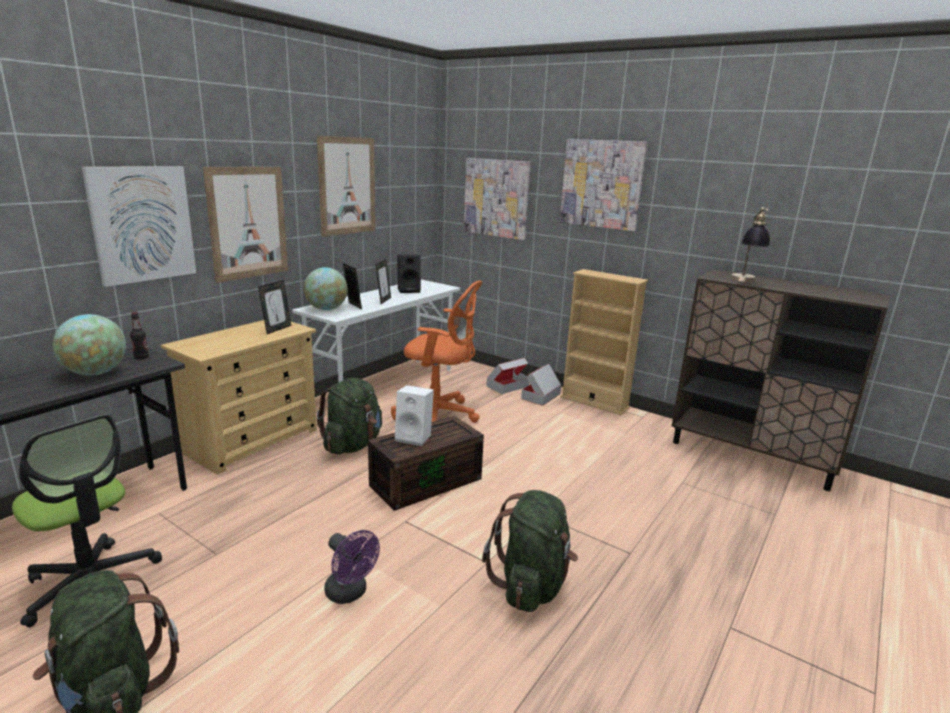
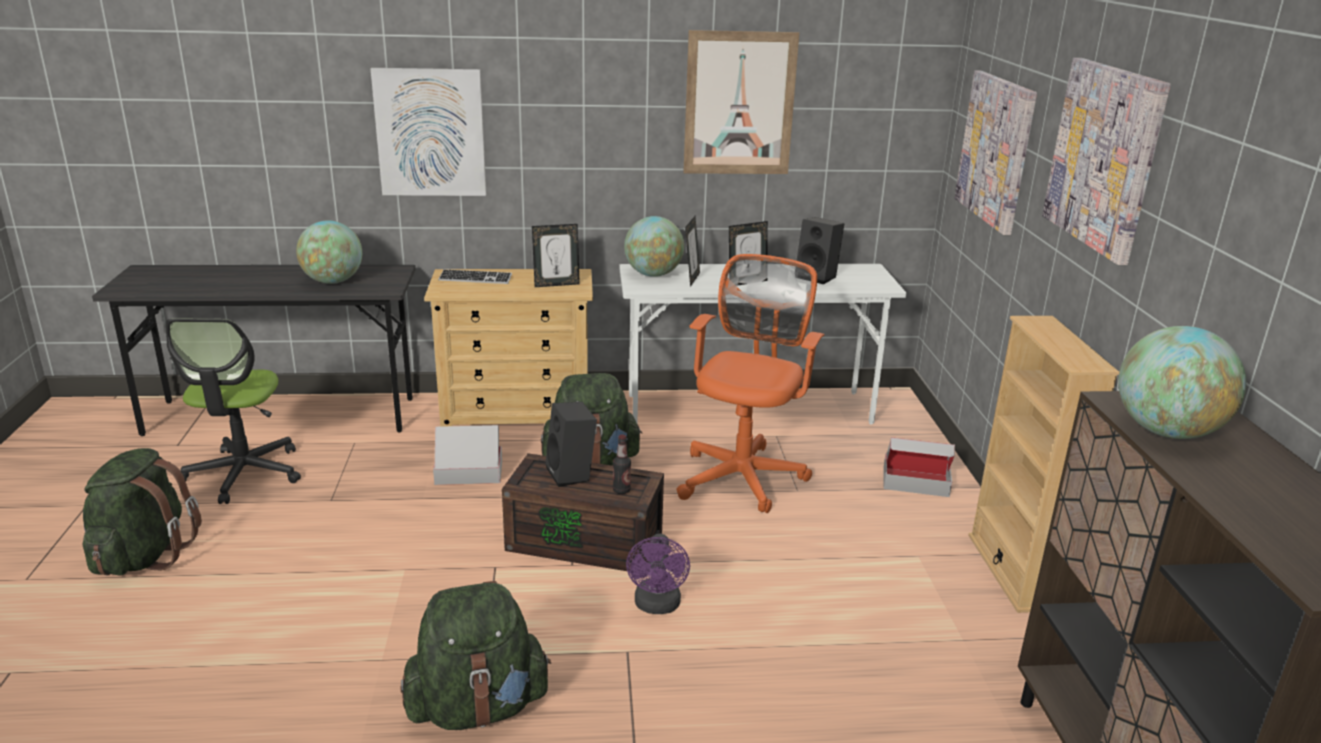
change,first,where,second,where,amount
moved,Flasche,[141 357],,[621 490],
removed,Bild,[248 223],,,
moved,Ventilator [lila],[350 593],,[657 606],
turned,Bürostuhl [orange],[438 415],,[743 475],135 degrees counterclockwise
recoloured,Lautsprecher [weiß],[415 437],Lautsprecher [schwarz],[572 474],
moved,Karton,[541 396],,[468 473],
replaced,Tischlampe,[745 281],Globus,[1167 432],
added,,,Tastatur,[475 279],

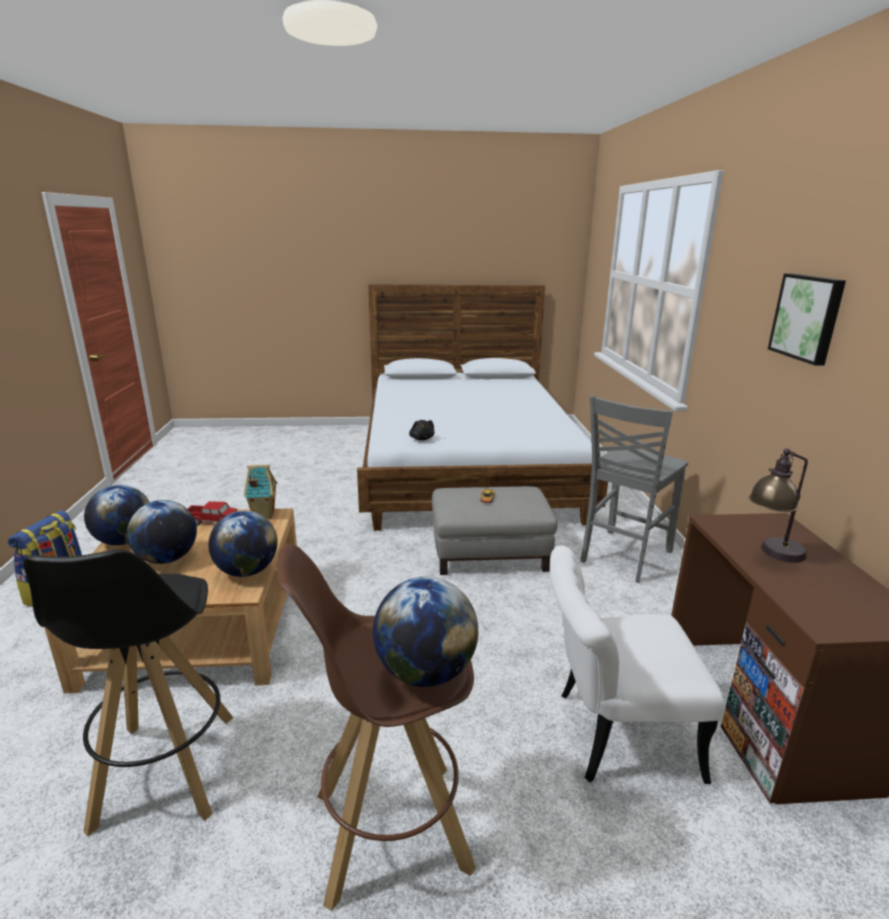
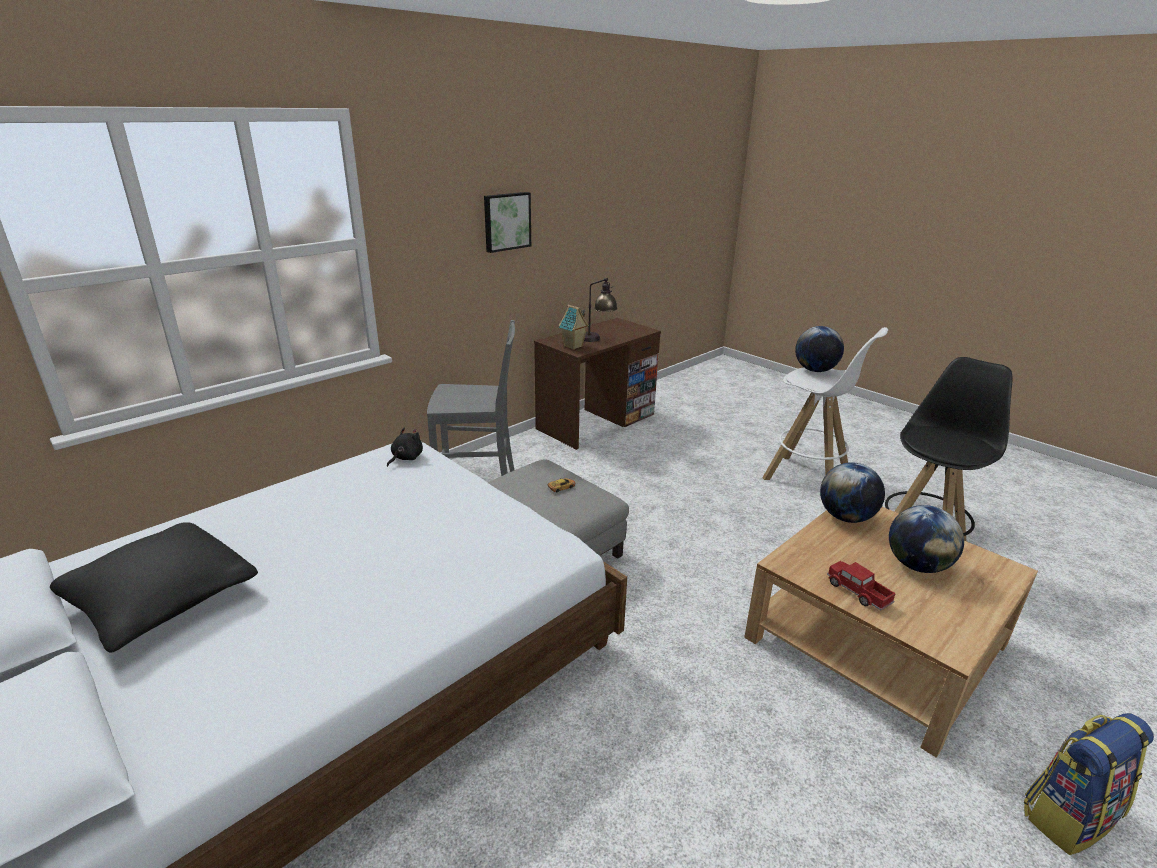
change,first,where,second,where,amount
removed,Globus,[124 541],,,
moved,Spielzeughaus,[263 514],,[573 346],
recoloured,Hocker [braun],[389 830],Hocker [weiß],[808 478],
moved,Plüschtier [schwarz],[421 439],,[405 458],
removed,Stuhl [weiß],[611 734],,,
added,,,Kissen [schwarz],[162 599],

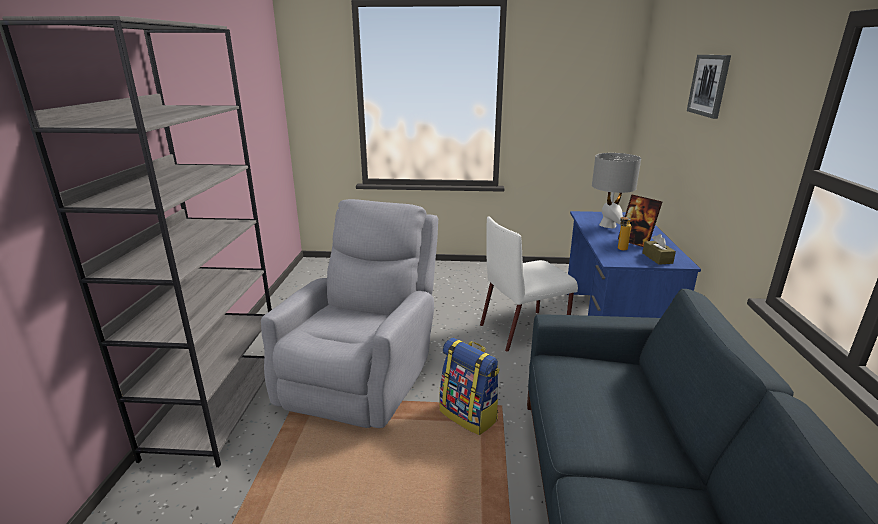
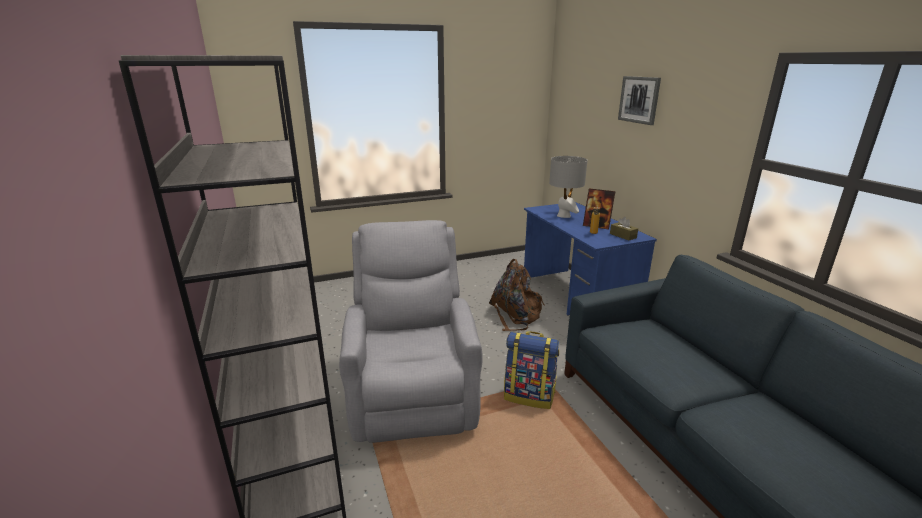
change,first,where,second,where,amount
replaced,Stuhl [weiß],[524 330],Rucksack [braun],[516 315],

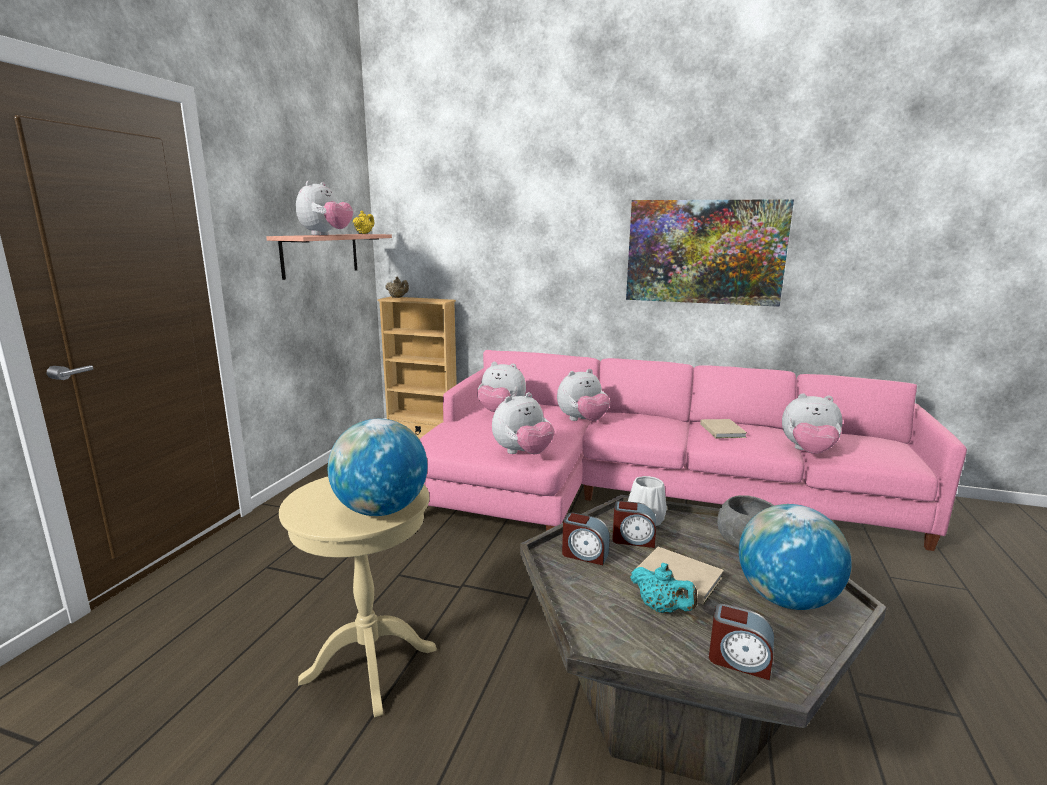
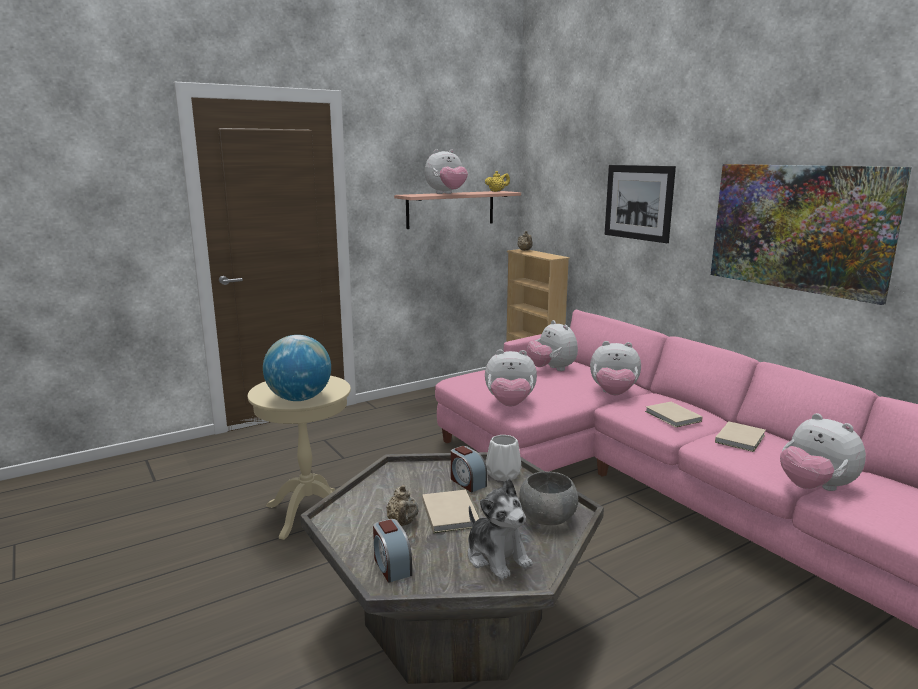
change,first,where,second,where,amount
removed,Wecker,[584 554],,,
recoloured,Teekanne [türkis],[661 609],Teekanne [beige],[402 523],
replaced,Globus,[785 599],Plüschtier,[497 557],
added,,,Bild,[638 202],
added,,,Buch [beige],[673 417],

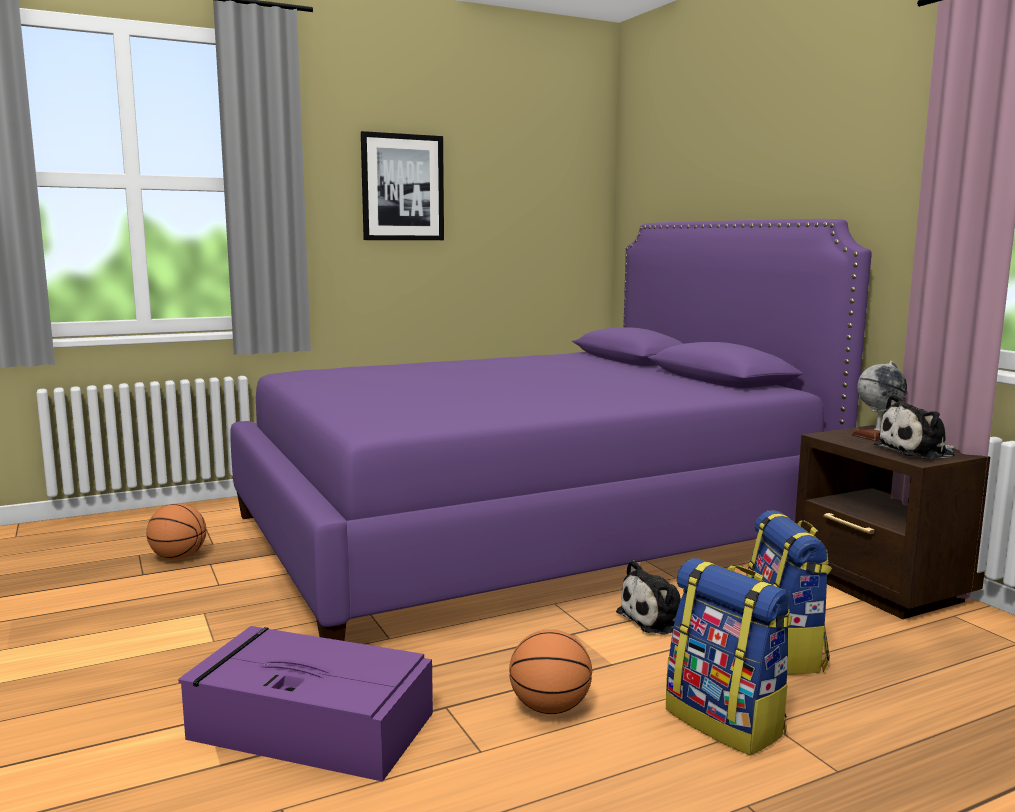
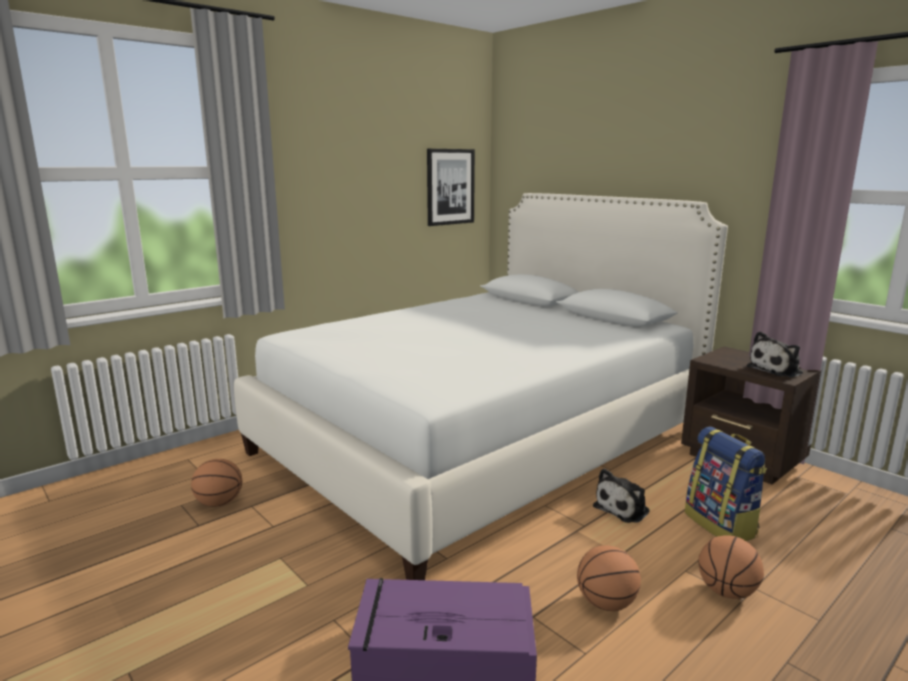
change,first,where,second,where,amount
recoloured,Bett [lila],[526 532],Bett [weiß],[481 442],
moved,Bild,[402 187],,[450 187],
replaced,Rucksack,[726 721],Basketball,[726 592],
removed,Globus,[877 435],,,

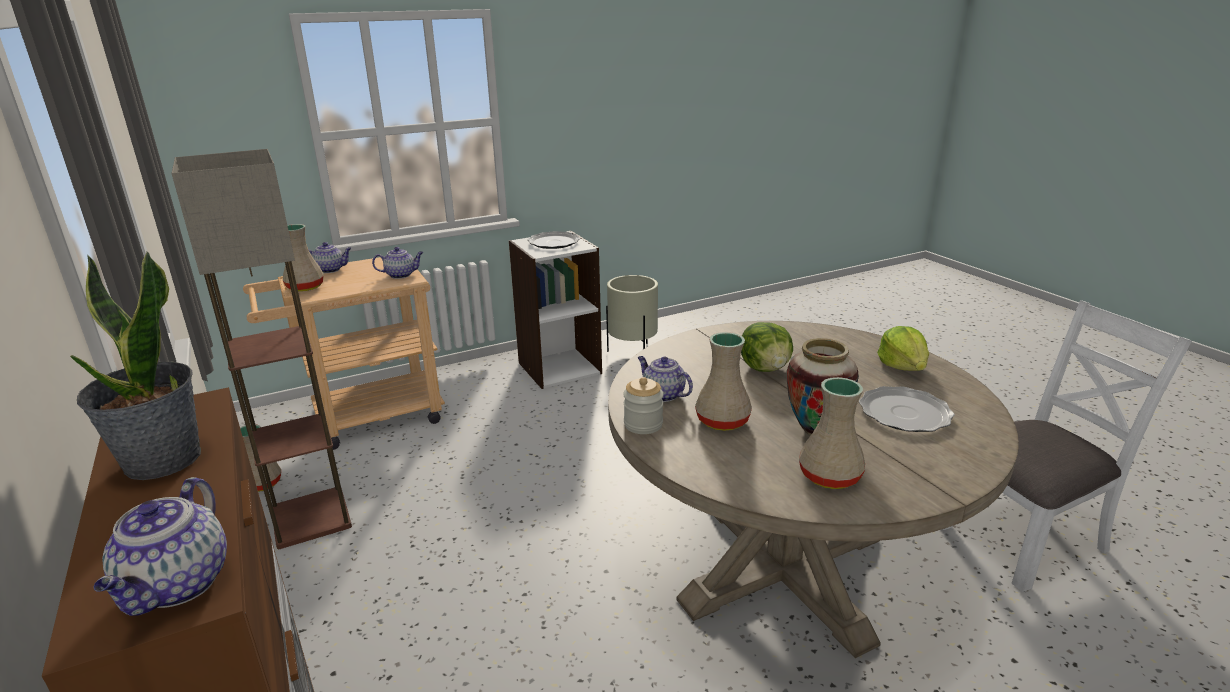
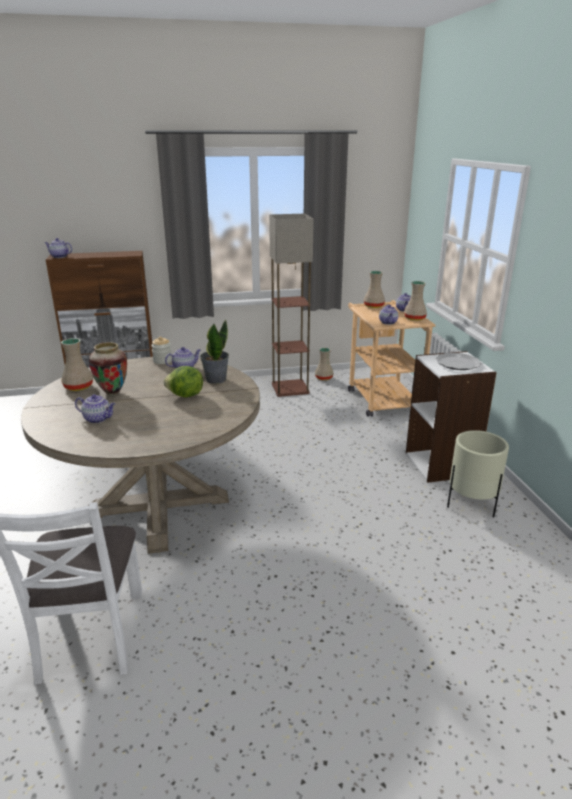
change,first,where,second,where,amount
moved,Topfpflanze,[162 460],,[215 379],
moved,Vase [beige],[721 421],,[414 318],
replaced,Teller,[904 413],Teekanne,[98 419],
removed,Salatkopf,[903 366],,,

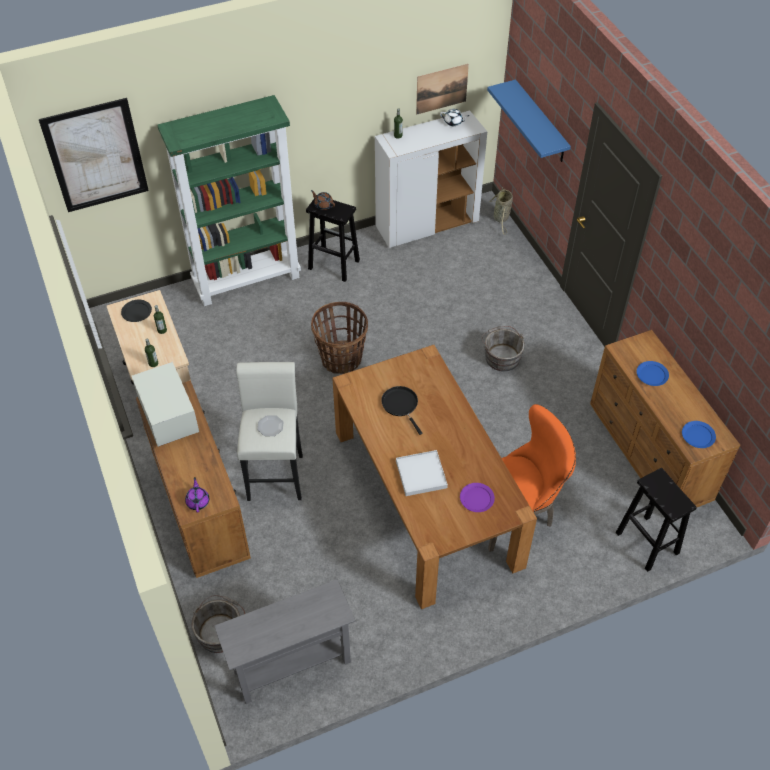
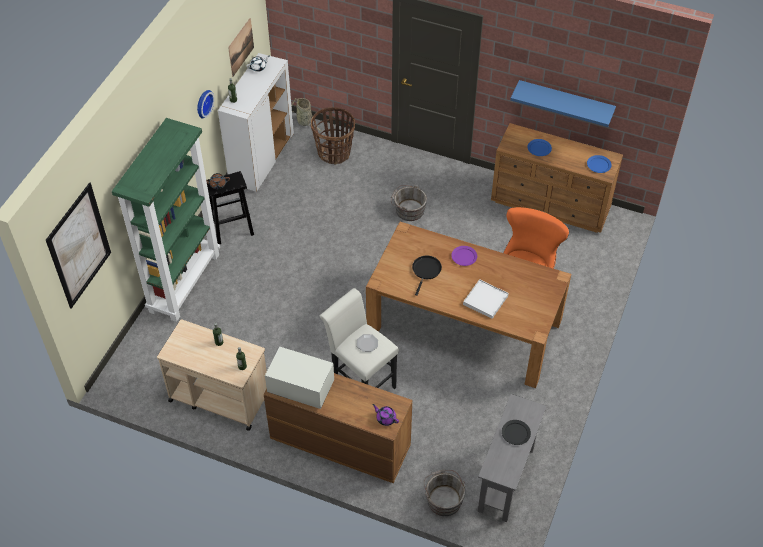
change,first,where,second,where,amount
moved,Teller [schwarz],[136 312],,[515 433],
moved,Korb,[341 358],,[334 153],
turned,Pfanne [schwarz],[401 405],,[426 271],90 degrees clockwise
moved,Teller [lila],[477 498],,[464 256],
moved,Wandregal [blau],[540 122],,[565 101],
removed,Hocker [schwarz],[646 542],,,
added,,,Wanduhr,[203 103],

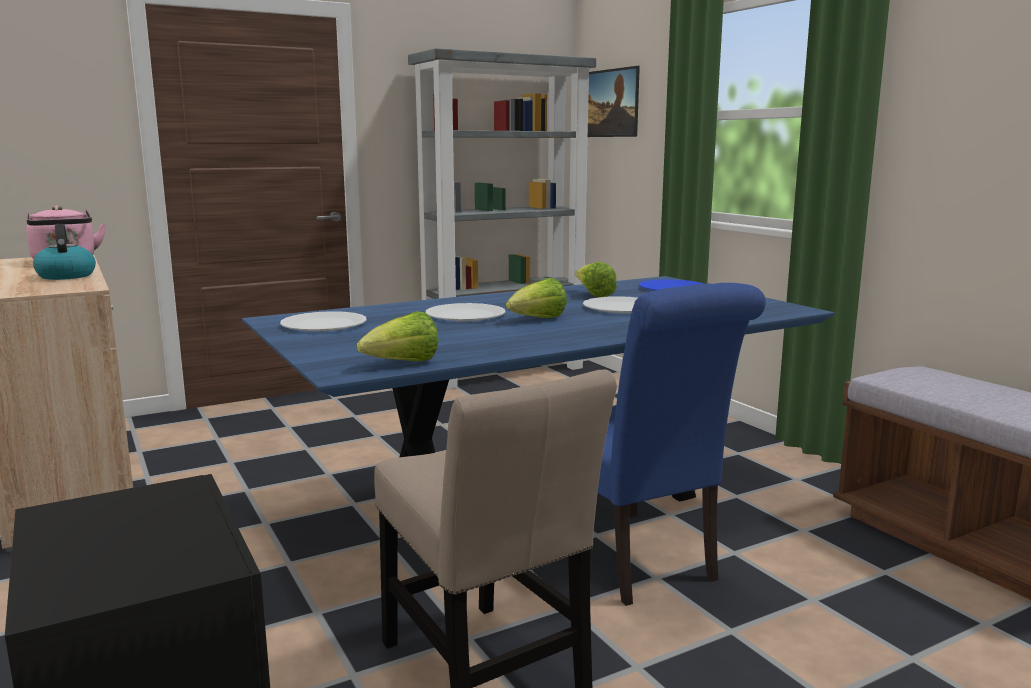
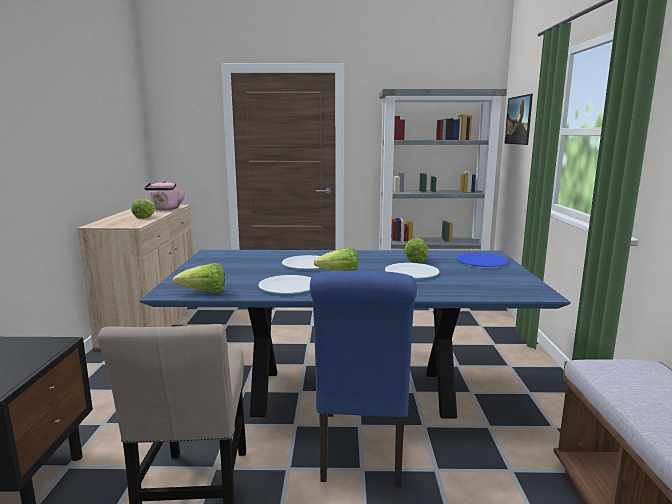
change,first,where,second,where,amount
replaced,Wasserkessel,[66 276],Salatkopf,[145 217],
moved,Teller [weiß],[324 324],,[288 286],

